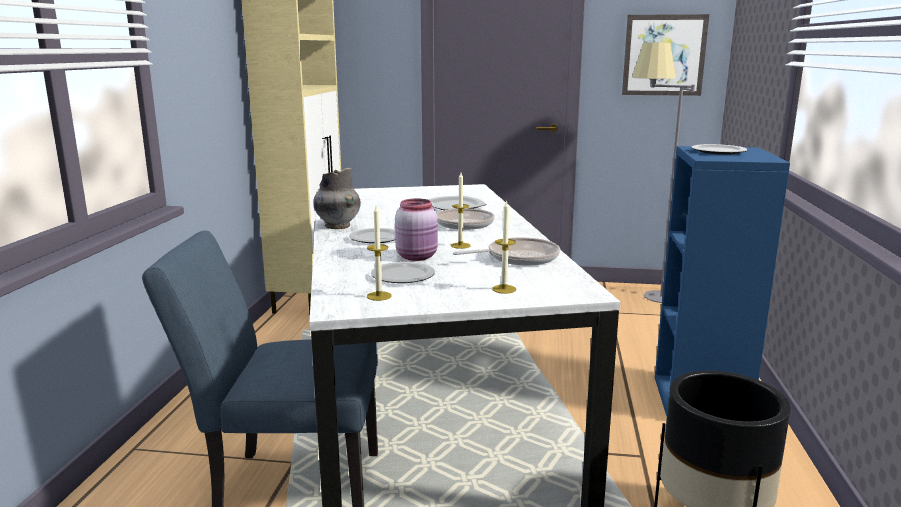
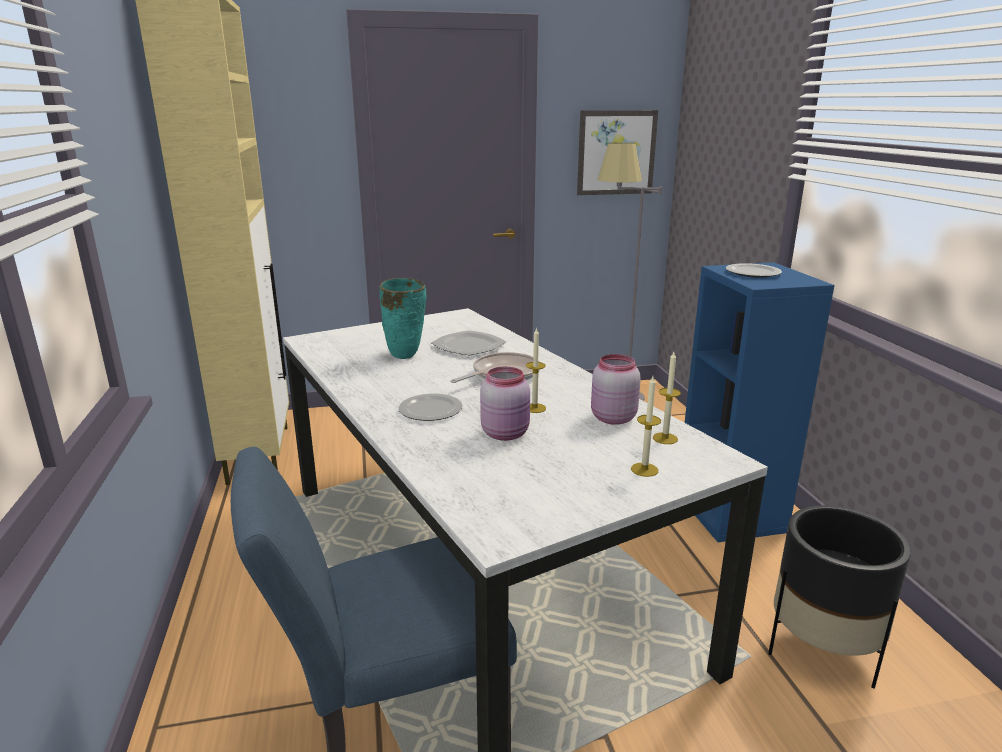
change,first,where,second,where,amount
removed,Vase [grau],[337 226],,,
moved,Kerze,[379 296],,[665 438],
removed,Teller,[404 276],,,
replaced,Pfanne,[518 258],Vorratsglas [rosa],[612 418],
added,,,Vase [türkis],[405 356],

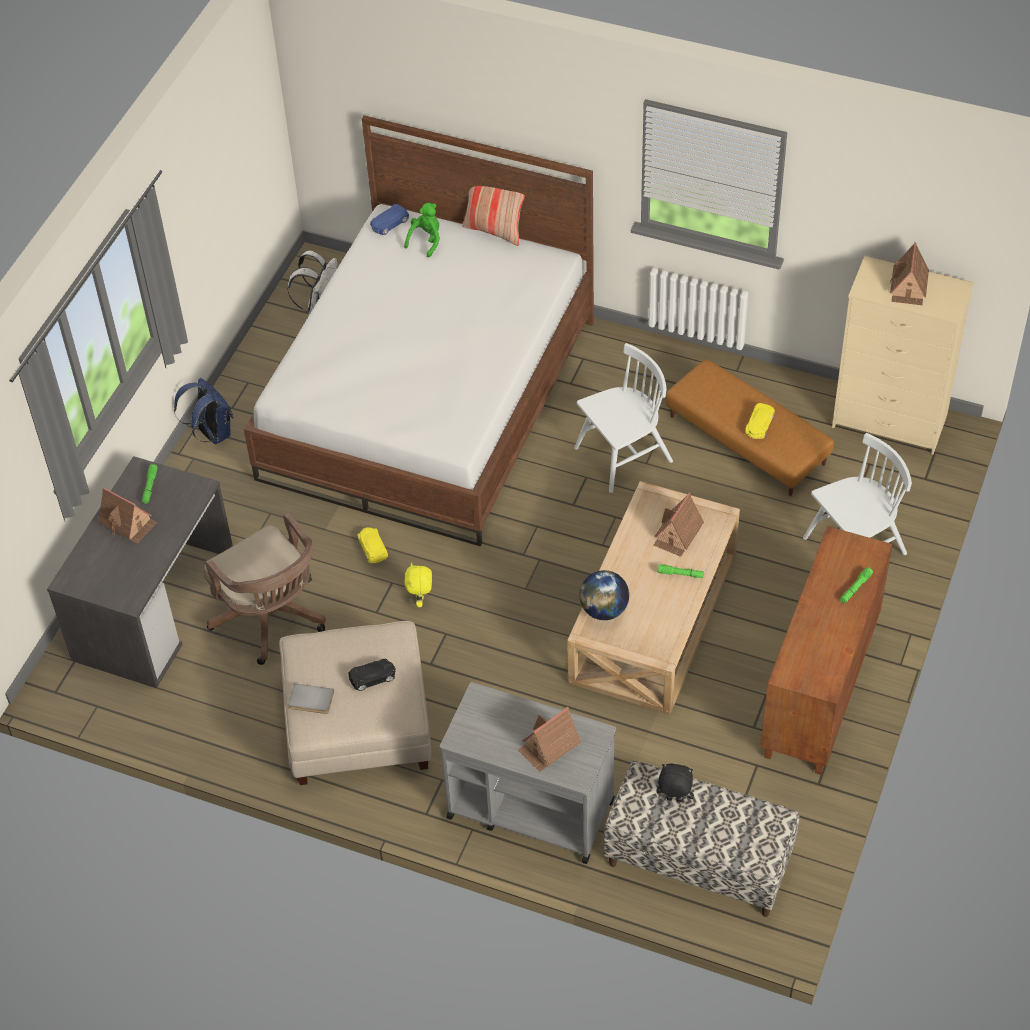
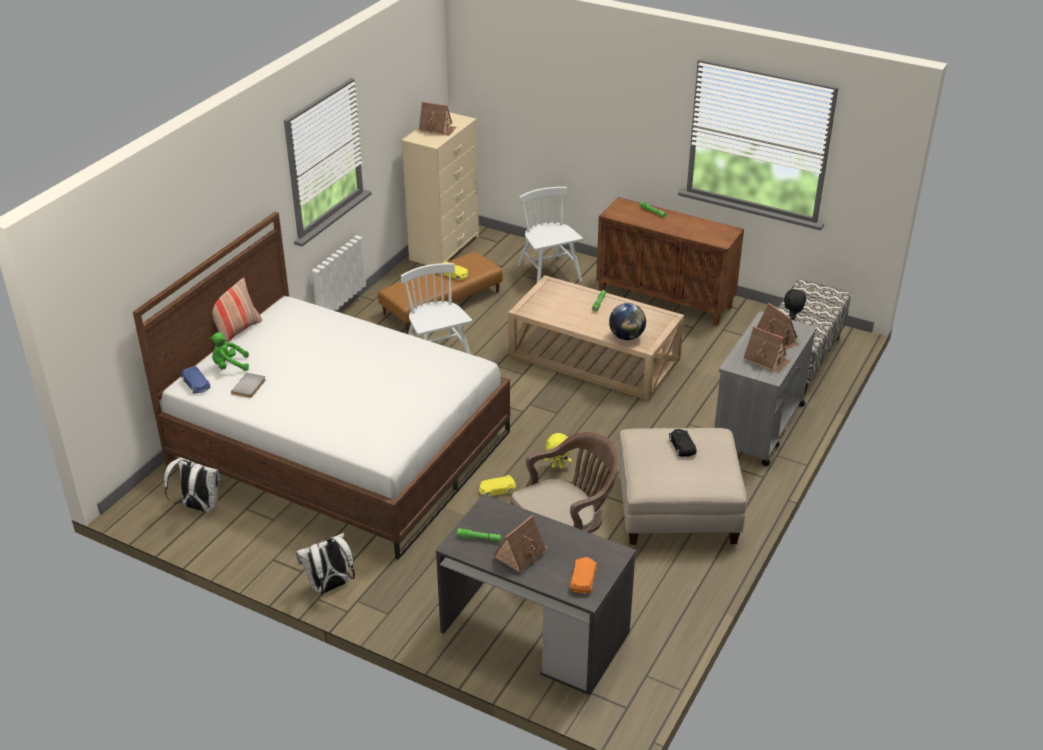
change,first,where,second,where,amount
recoloured,Rucksack [blau],[211 433],Rucksack [weiß],[330 587],
moved,Buch [grau],[310 701],,[250 387],
turned,Plüschtier [grün],[426 241],,[229 366],45 degrees counterclockwise
moved,Spielzeughaus,[677 534],,[766 360],
added,,,Spielzeugauto [orange],[583 579],

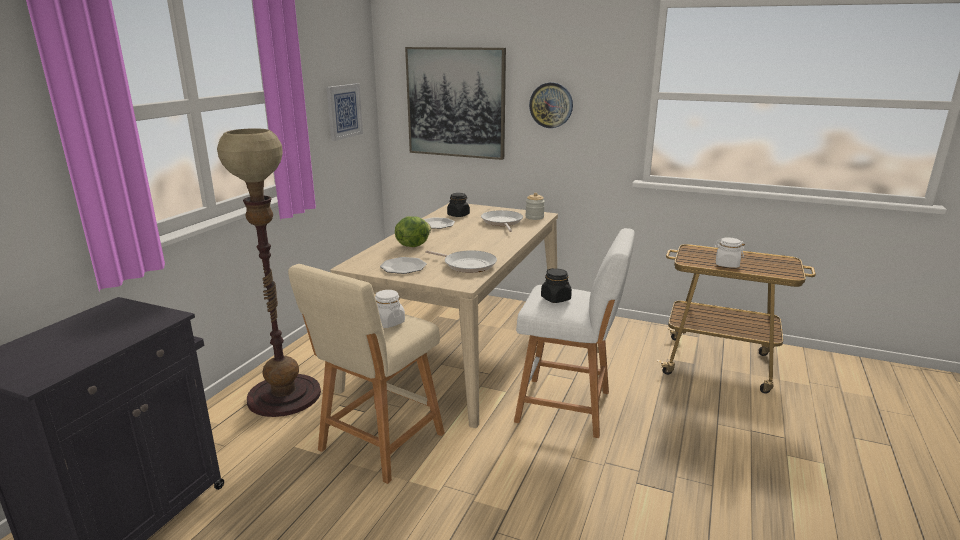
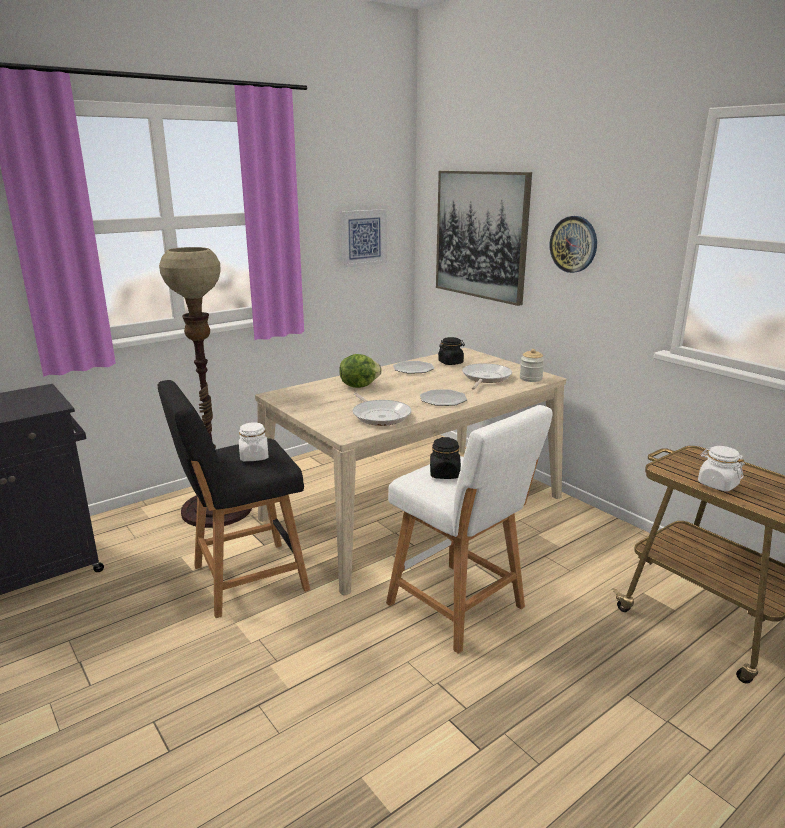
change,first,where,second,where,amount
recoloured,Hocker [beige],[378 445],Hocker [schwarz],[244 579],
moved,Teller,[403 267],,[443 399],

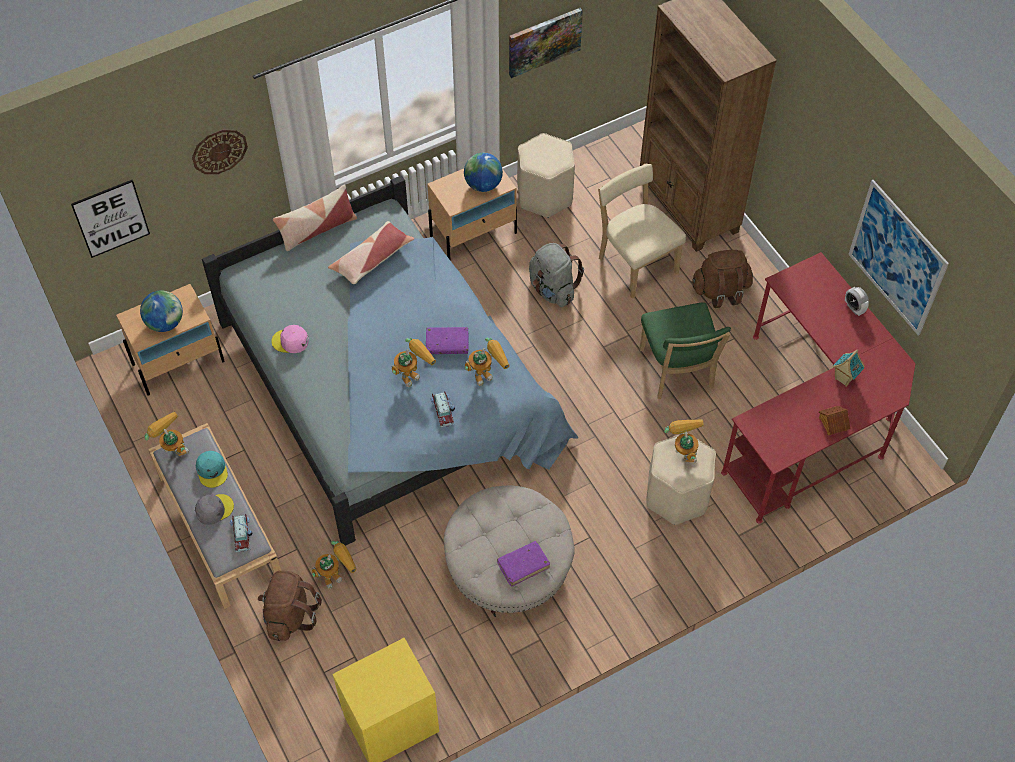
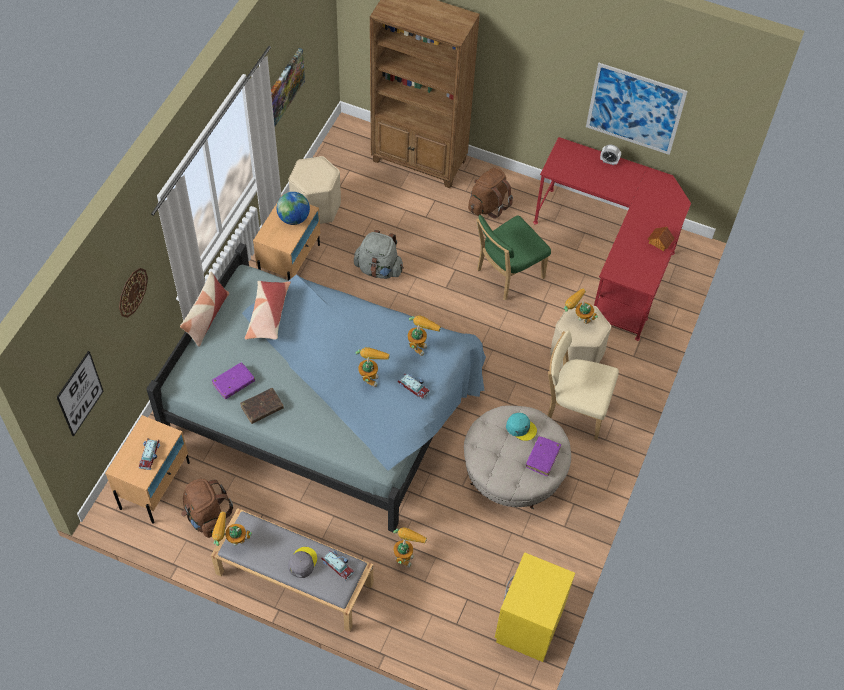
change,first,where,second,where,amount
replaced,Globus,[165 323],Spielzeugauto,[150 454],
moved,Kappe [türkis],[212 470],,[521 428],
moved,Rucksack [braun],[289 615],,[206 516],
replaced,Kappe [rosa],[290 341],Buch [braun],[262 408],
moved,Buch [lila],[447 344],,[234 383],
moved,Stuhl [beige],[635 263],,[574 409],
turned,Stuhl [grün],[677 372],,[507 275],105 degrees clockwise
removed,Spielzeughaus,[843 378],,,

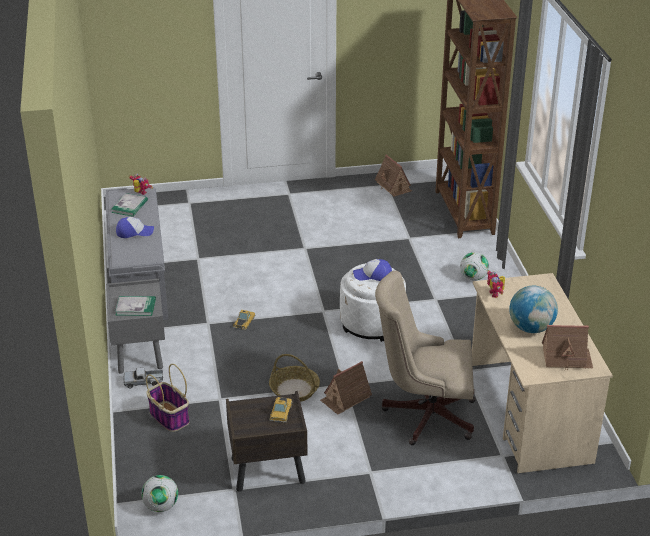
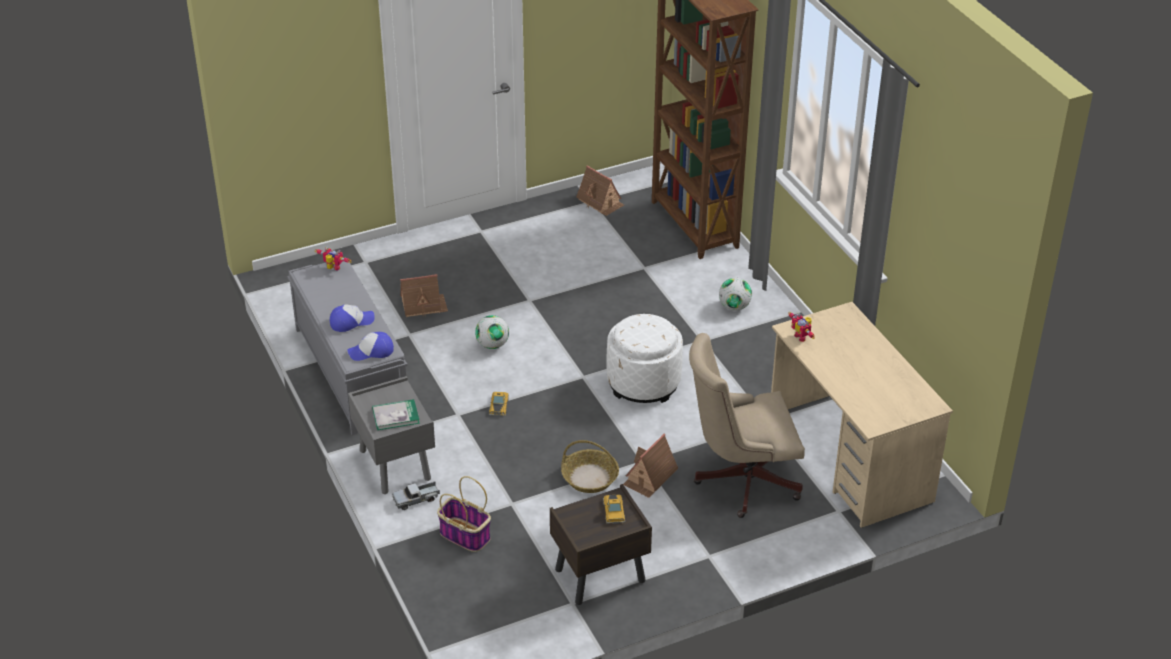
change,first,where,second,where,amount
removed,Buch,[129 206],,,
moved,Fußball,[161 506],,[492 345],
moved,Kappe,[373 275],,[371 351],
removed,Globus,[531 328],,,
moved,Spielzeughaus,[566 358],,[423 306],

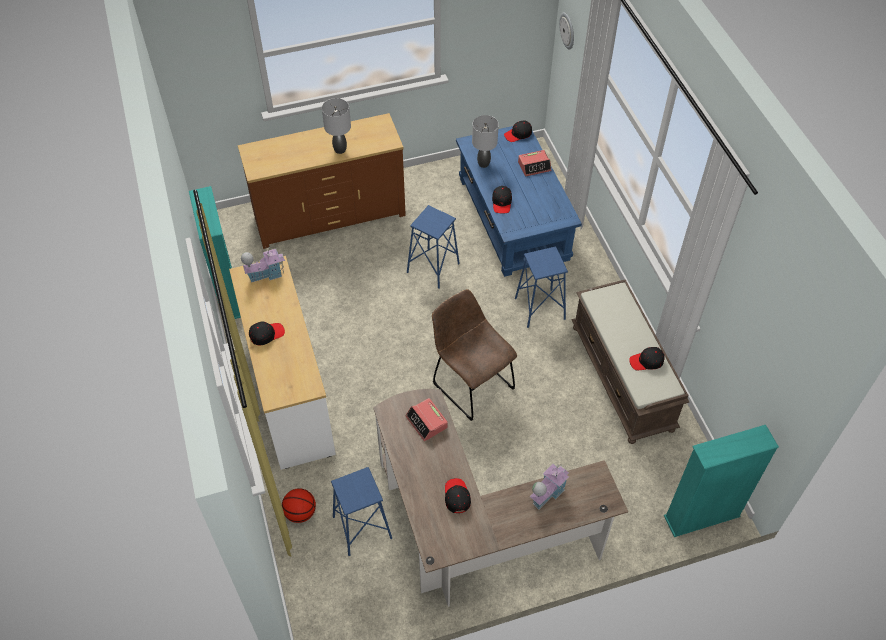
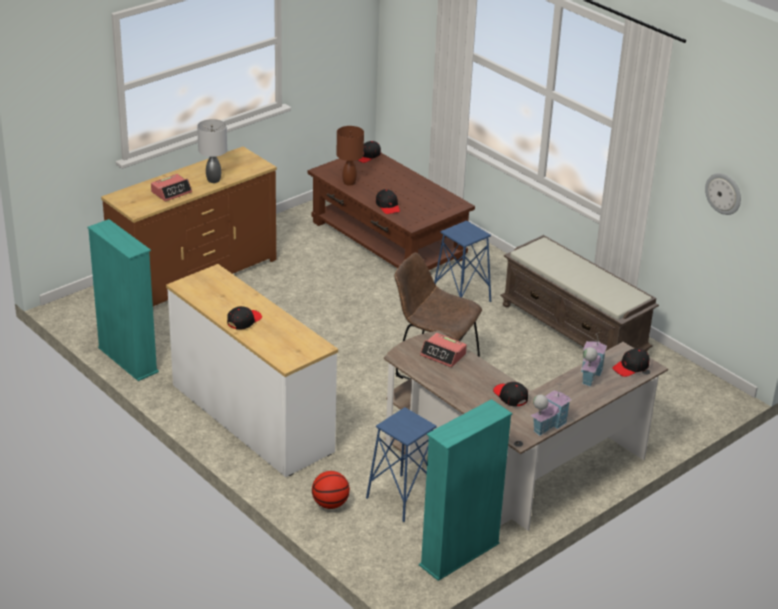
change,first,where,second,where,amount
moved,Spielzeughaus,[266 274],,[548 425],
removed,Hocker [blau],[433 268],,,
recoloured,Couchtisch [blau],[513 219],Couchtisch [braun],[388 240],
recoloured,Tischlampe [grau],[483 164],Tischlampe [braun],[349 183],
moved,Wecker,[534 166],,[171 192],
moved,Wanduhr,[567 30],,[724 193],
moved,Kappe [schwarz],[646 361],,[631 367],
moved,Bücherregal [türkis],[701 516],,[459 555],

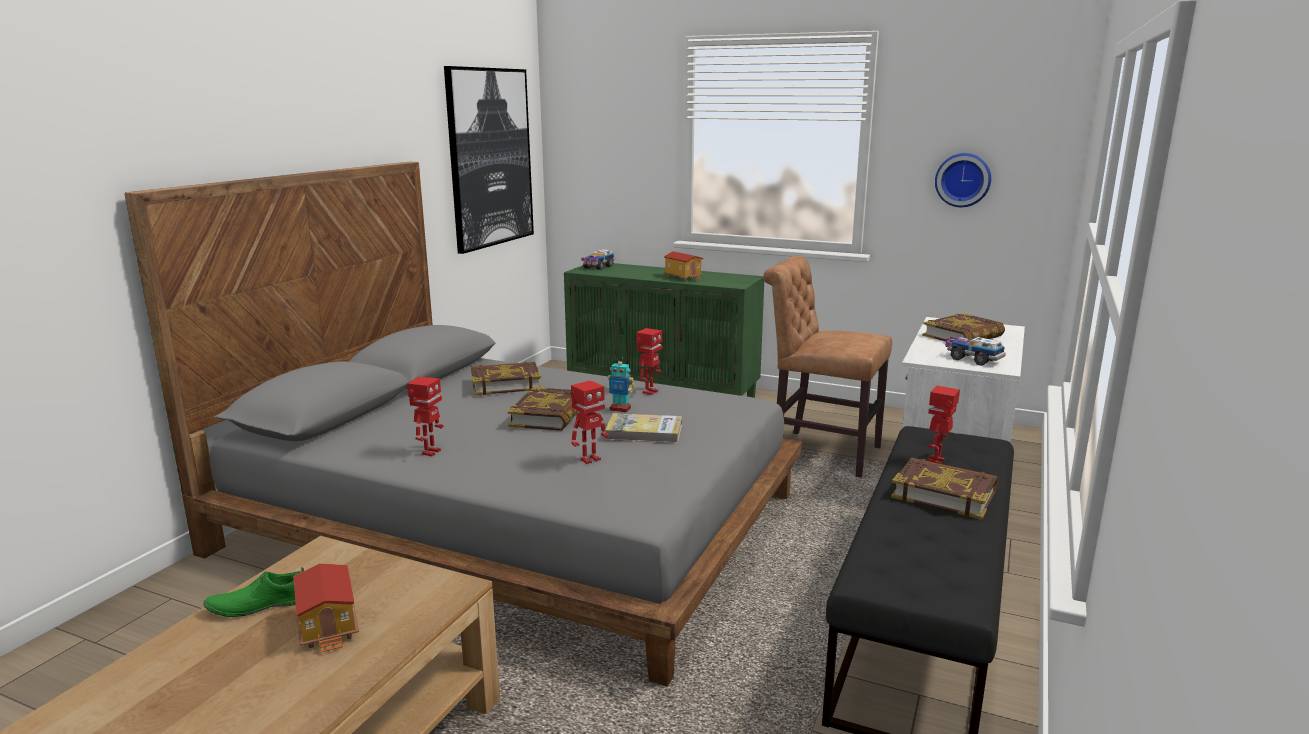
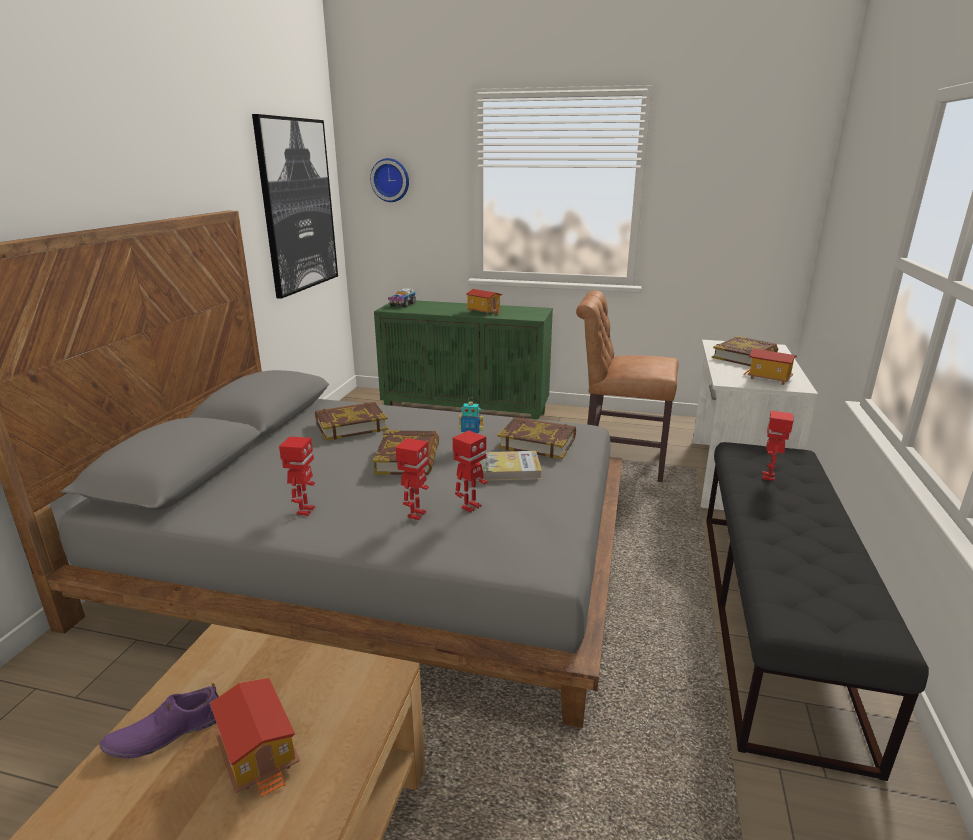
change,first,where,second,where,amount
recoloured,Schuh [grün],[259 605],Schuh [lila],[166 733],
moved,Spielzeugroboter,[649 392],,[415 514],
moved,Buch,[944 494],,[537 443],
moved,Wanduhr,[963 180],,[391 180],
replaced,Spielzeuglaster,[972 359],Spielzeughaus,[768 379],

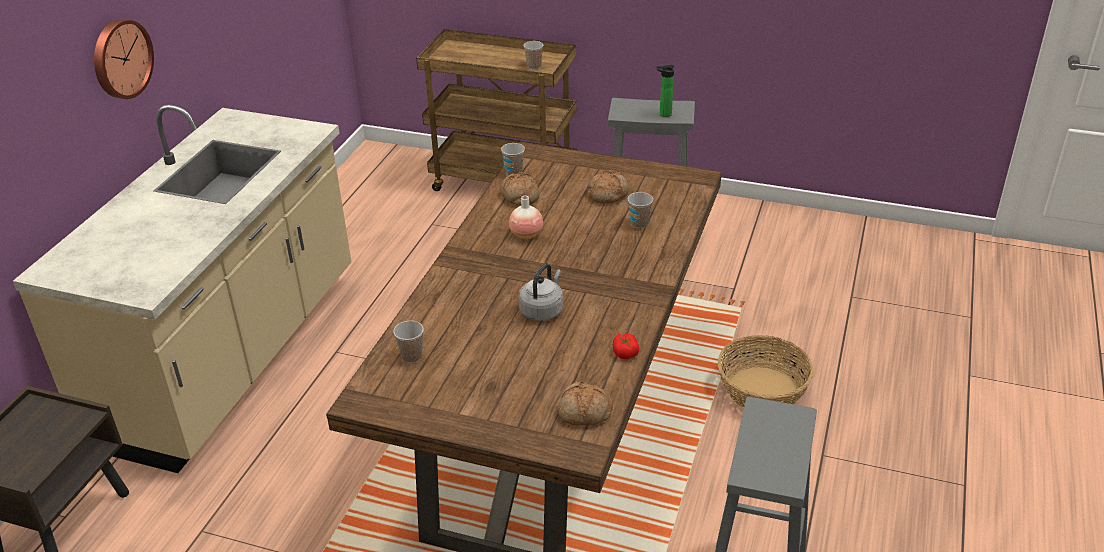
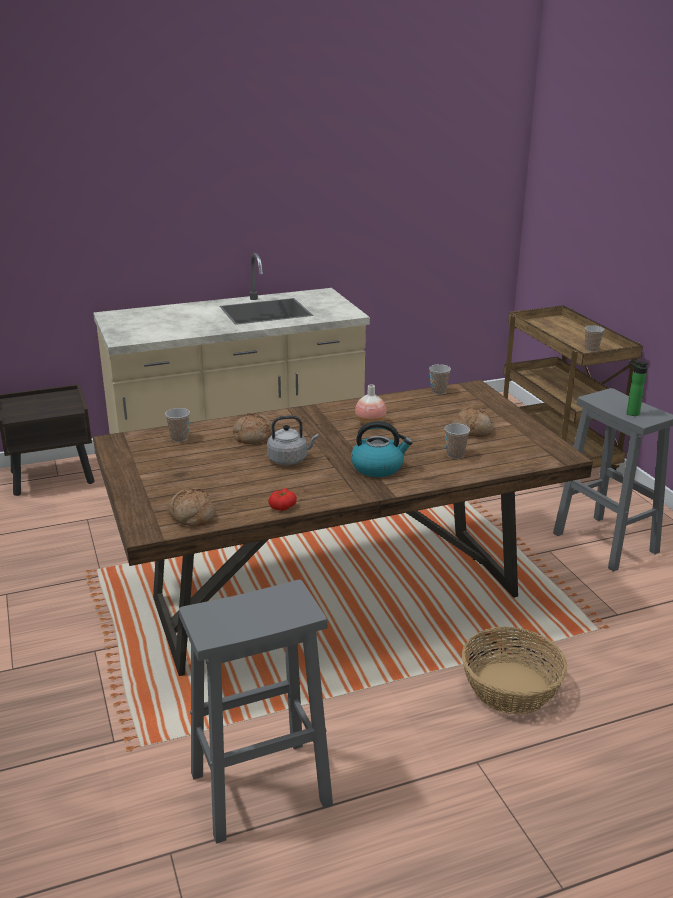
change,first,where,second,where,amount
removed,Wanduhr,[120 58],,,
moved,Brot,[519 196],,[252 436],
added,,,Wasserkessel,[378 467],

